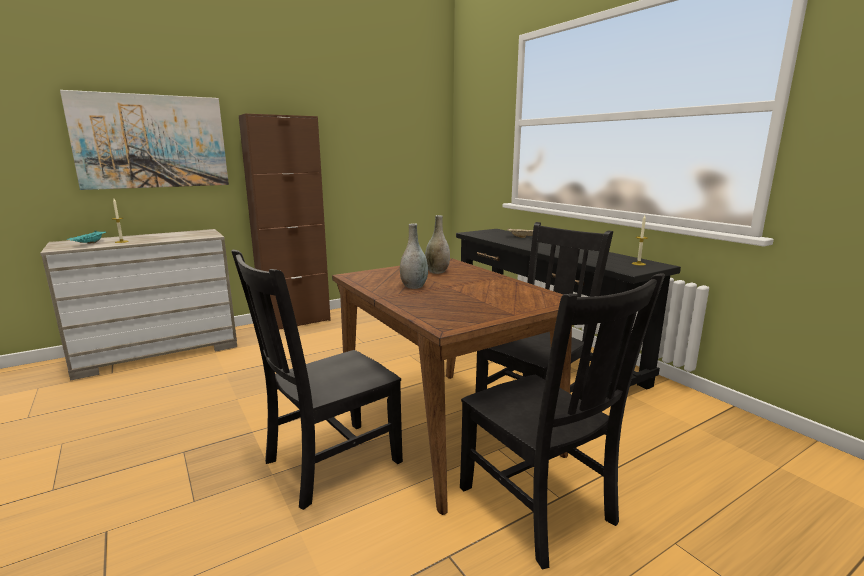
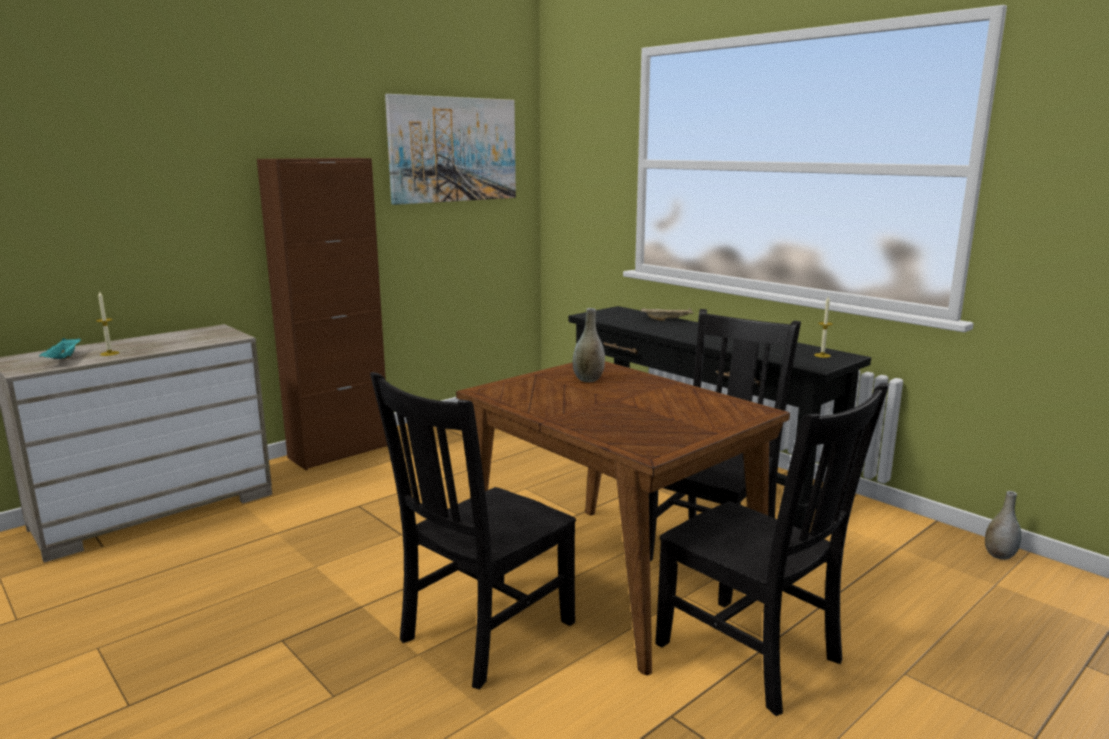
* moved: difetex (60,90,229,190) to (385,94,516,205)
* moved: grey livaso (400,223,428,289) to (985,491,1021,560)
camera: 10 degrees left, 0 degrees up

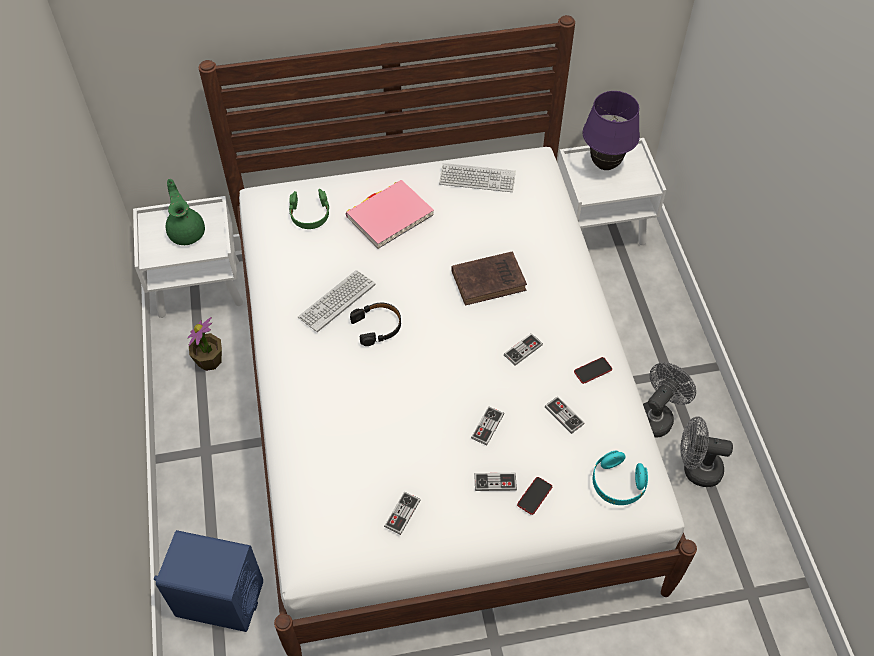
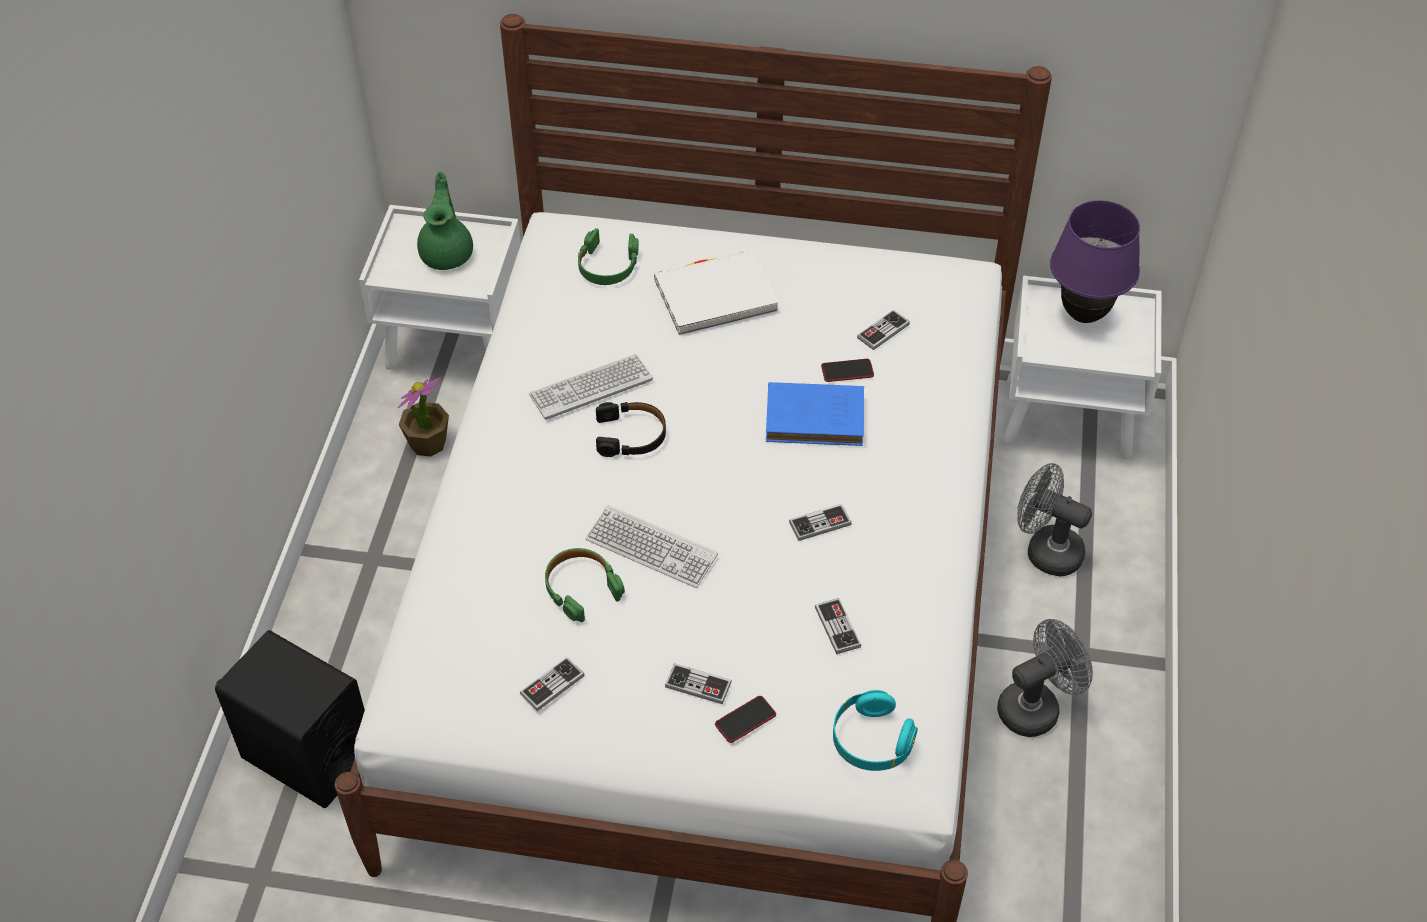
* added: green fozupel (545,548,625,622)
* moved: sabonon (439,163,516,192) to (586,505,718,588)
* moved: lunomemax (471,406,504,445) to (857,310,910,350)
* moved: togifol (574,357,612,384) to (821,359,874,382)
* moved: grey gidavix (680,417,733,487) to (1017,463,1092,576)
* recoloured: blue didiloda (154,530,263,632) to black didiloda (215,630,365,808)
* recoloured: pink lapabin (345,180,434,249) to white lapabin (654,250,778,335)
* recoloured: brown lapabin (452,251,527,306) to blue lapabin (766,382,864,446)
camera: 20 degrees right, 5 degrees down

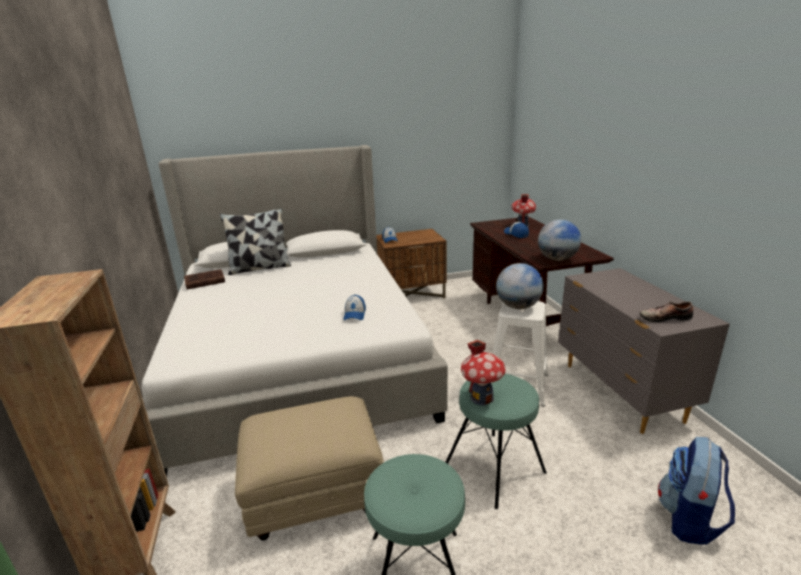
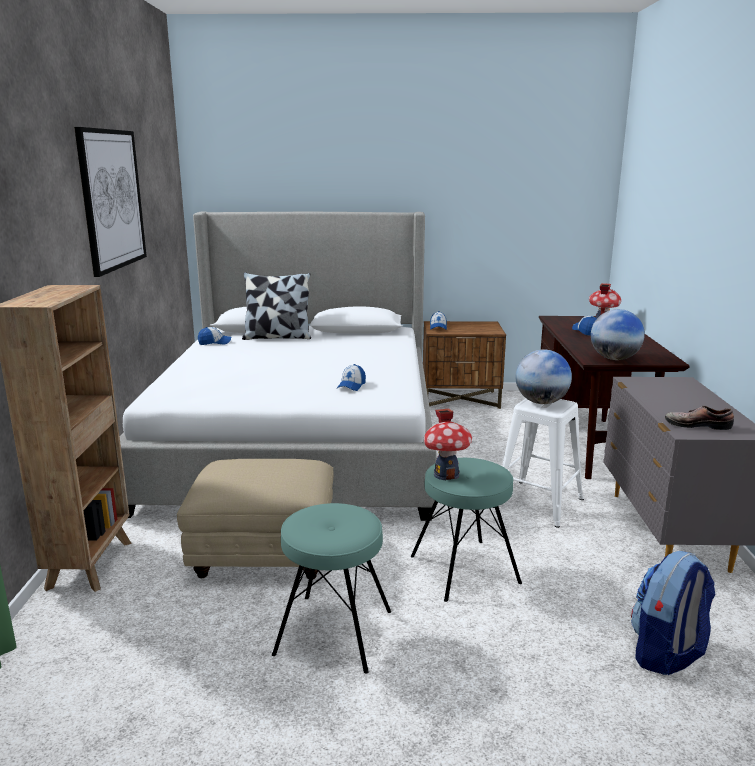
* added: difetex (74,127,147,277)
* replaced: brown lapabin (184,269,225,289) to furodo (198,327,231,345)
camera: 15 degrees right, 5 degrees down

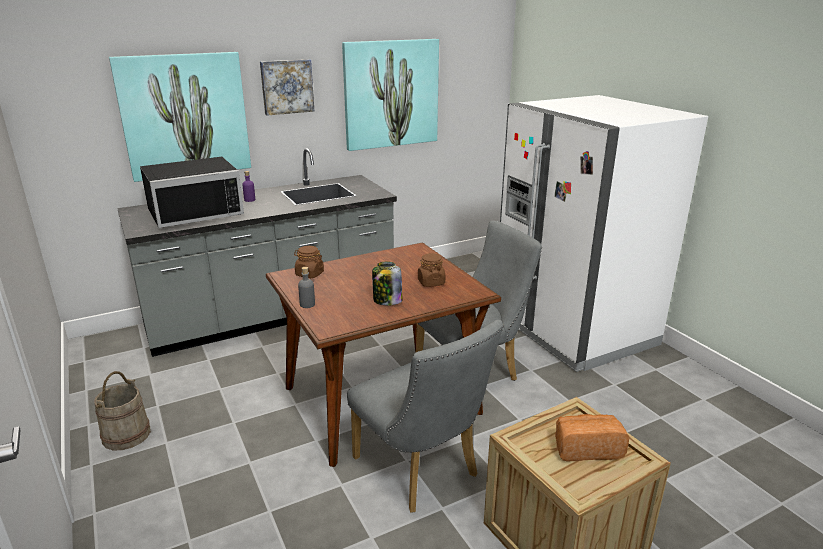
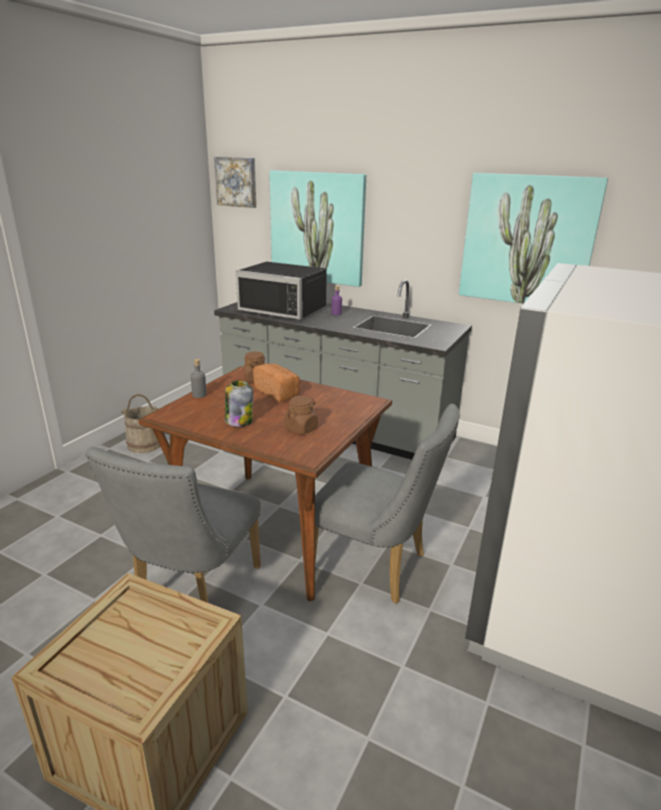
* moved: difetex (260,59,314,116) to (214,157,256,208)
* moved: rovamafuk (555,414,630,461) to (253,364,300,402)
camera: 55 degrees right, 0 degrees up

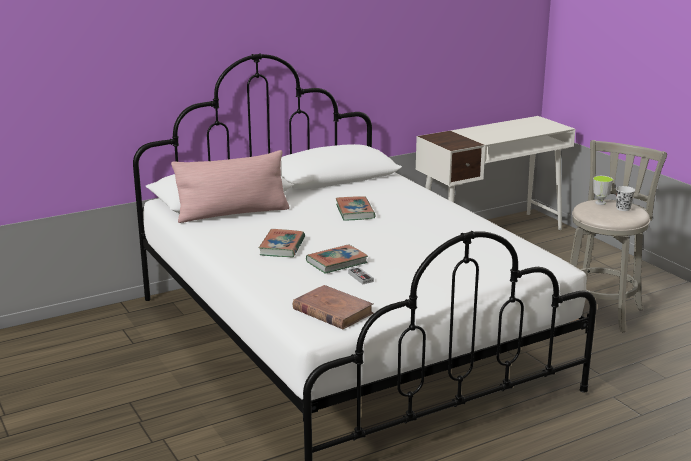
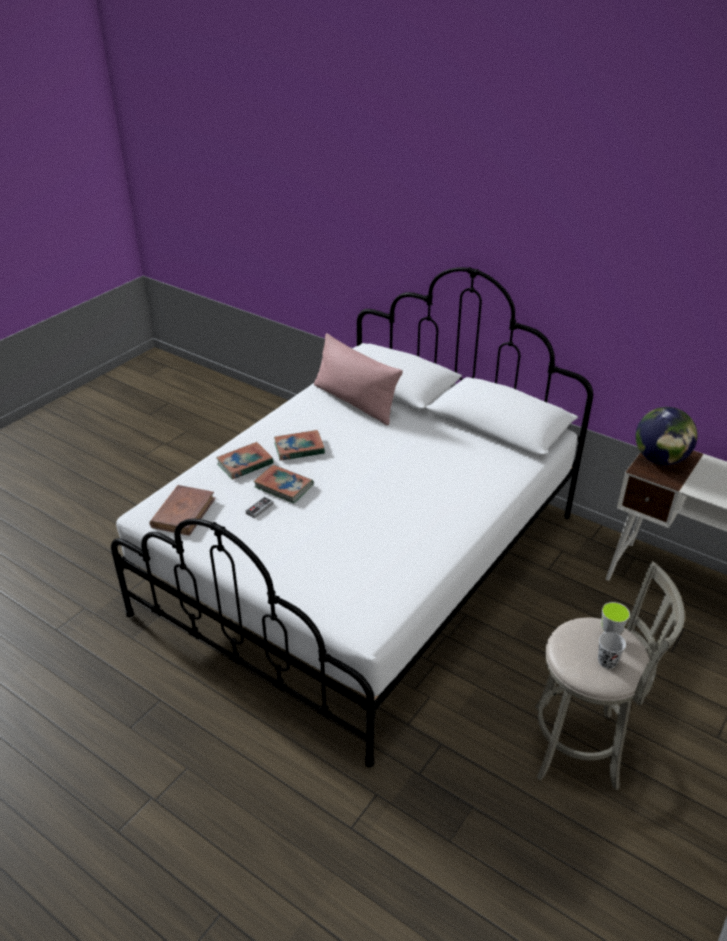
* added: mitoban (635,407,697,465)
* moved: lapabin (336,196,375,221) to (216,442,274,480)
camera: 65 degrees right, 15 degrees up

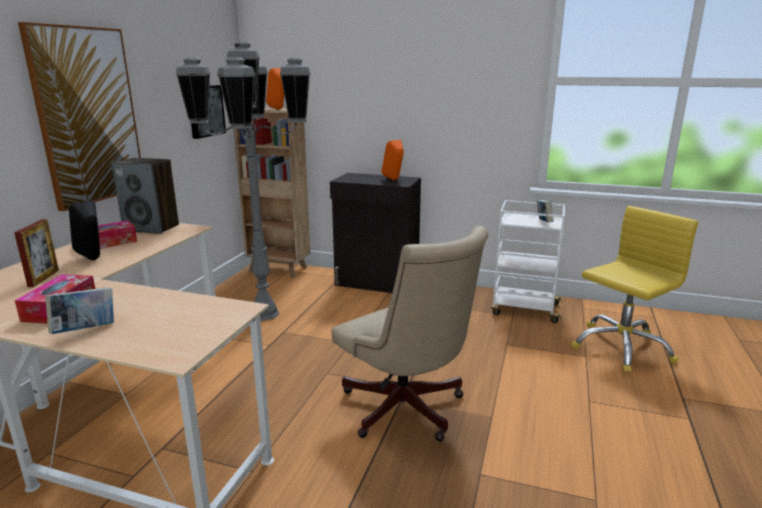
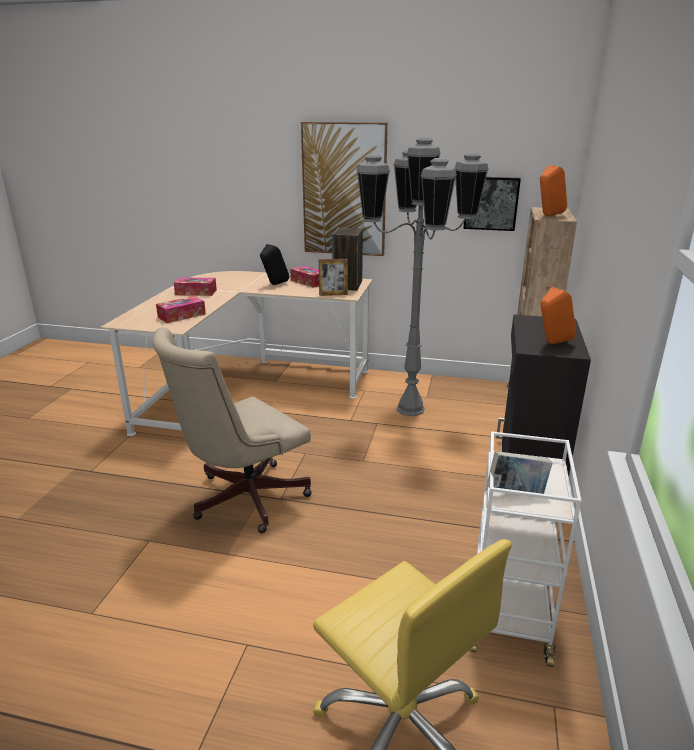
* removed: lapabin (45,287,114,334)
* added: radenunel (156,296,206,323)
* moved: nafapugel (14,219,59,287) to (319,259,348,296)
camera: 85 degrees right, 5 degrees up

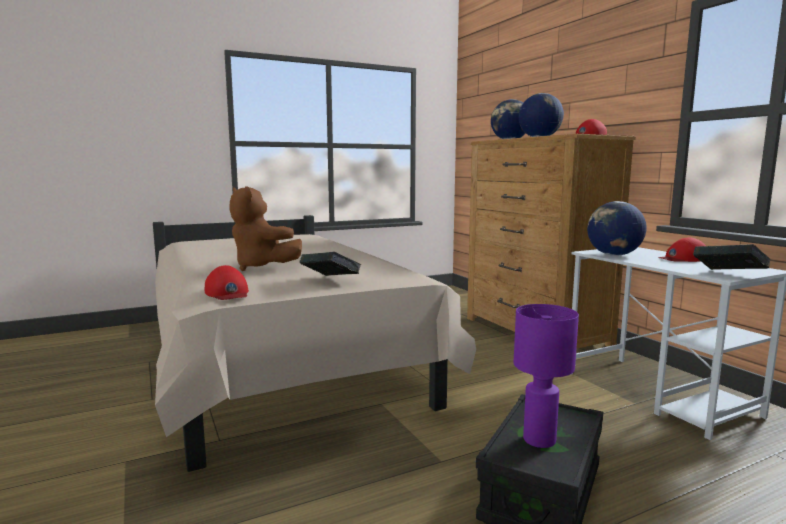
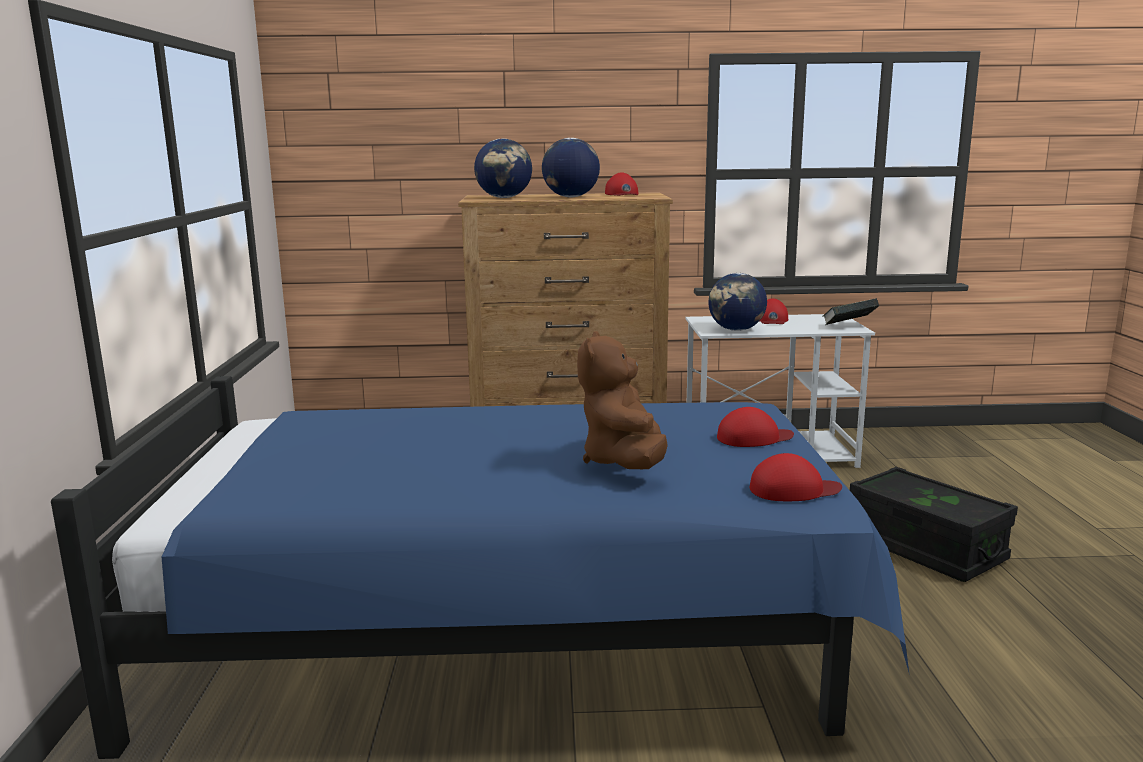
* removed: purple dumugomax (514,304,579,448)
* replaced: lapabin (299,252,361,276) to red furodo (717,407,794,447)
* recoloured: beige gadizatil (153,215,476,472) to blue gadizatil (51,376,909,759)
* turned: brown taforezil (229,186,302,271) = (577,331,668,469) 120 degrees clockwise
camera: 65 degrees left, 5 degrees up

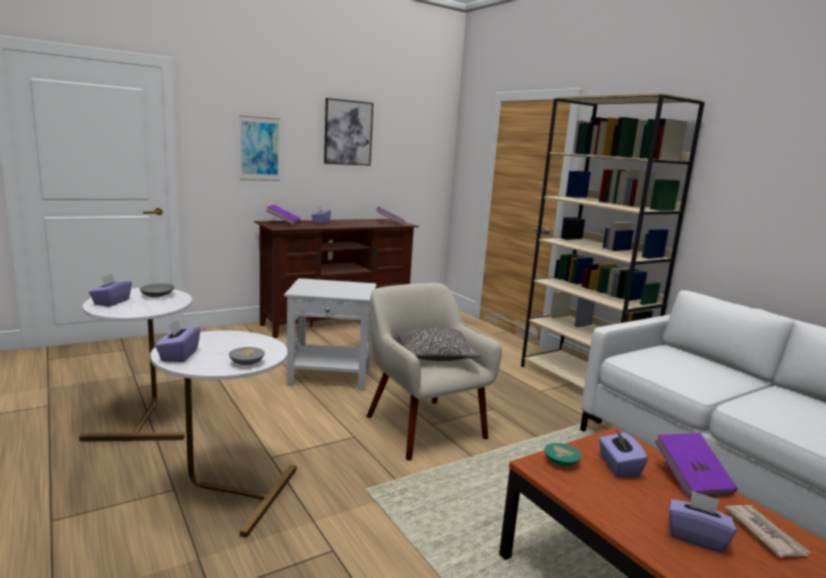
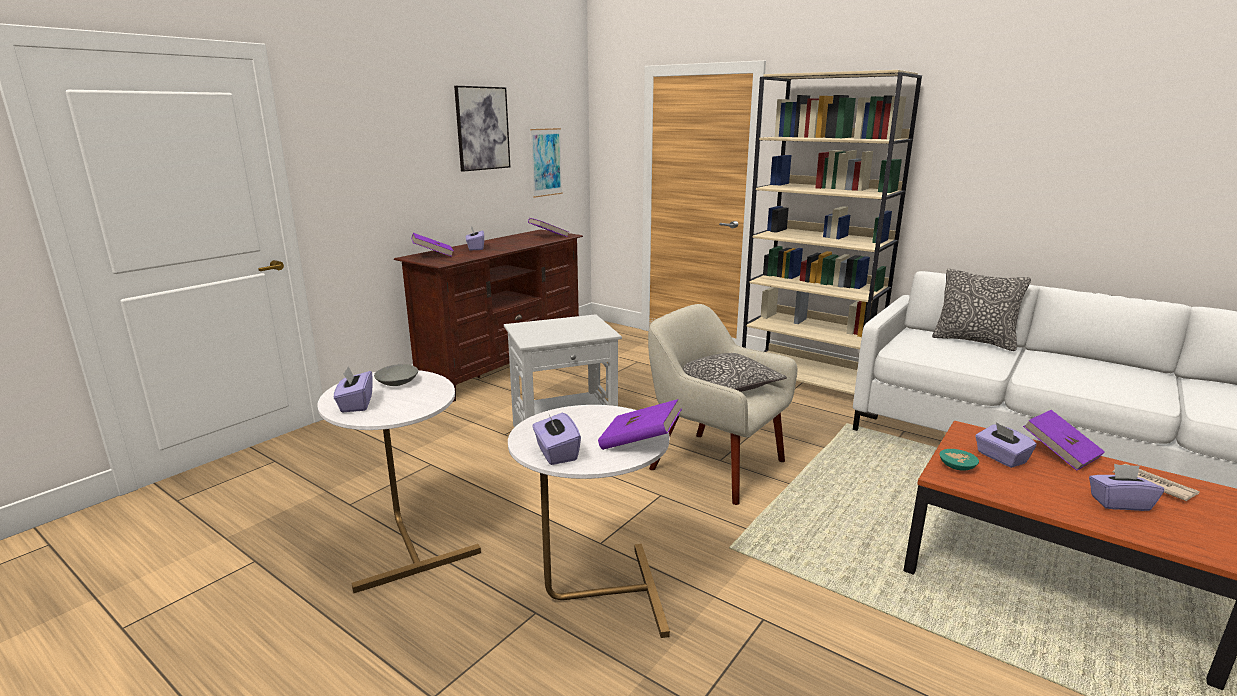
* added: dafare (932,268,1031,351)
* moved: difetex (239,115,280,181) to (530,128,563,198)
* replaced: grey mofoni (229,347,265,365) to purple lapabin (598,399,682,450)
camera: 20 degrees left, 5 degrees up

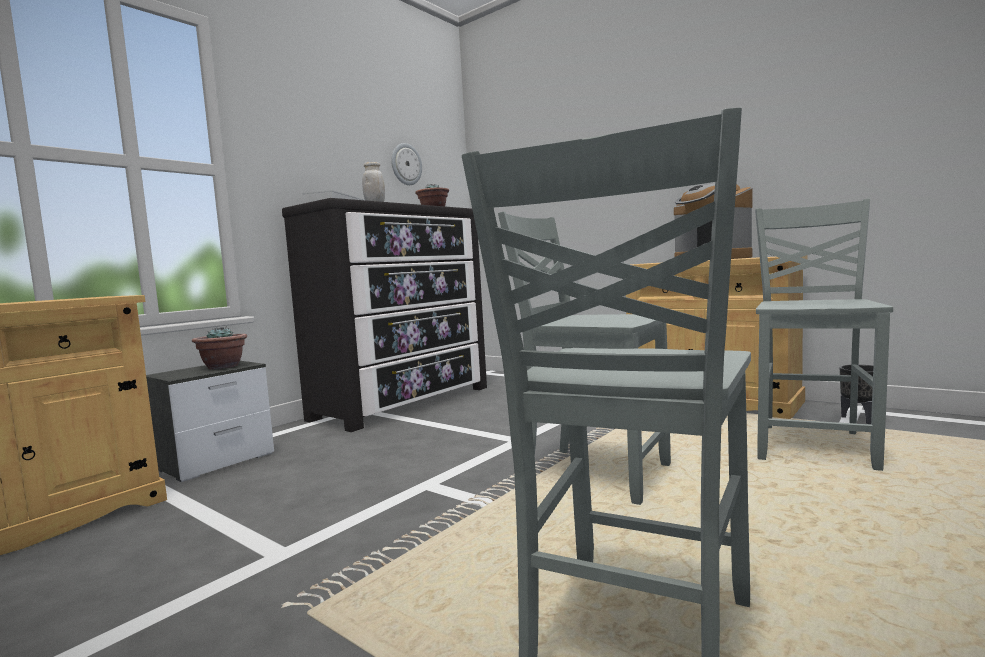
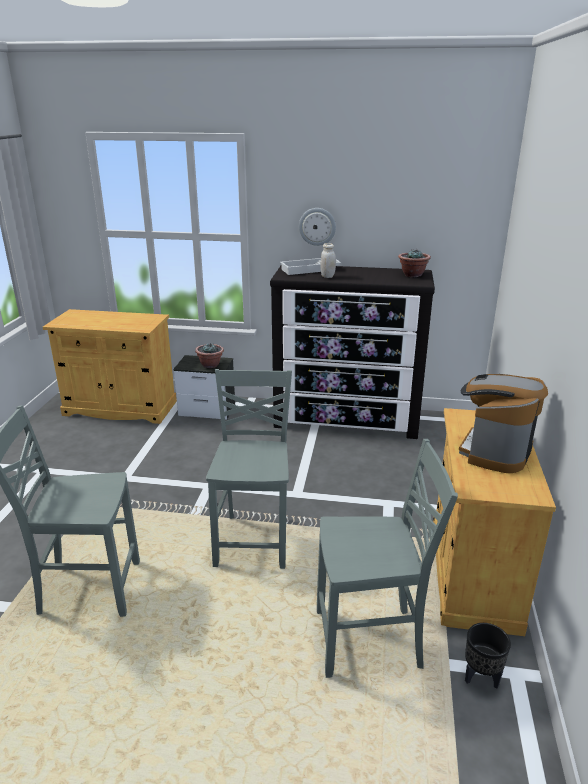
* moved: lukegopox (391,143,422,185) to (299,208,336,246)
camera: 60 degrees right, 20 degrees up

